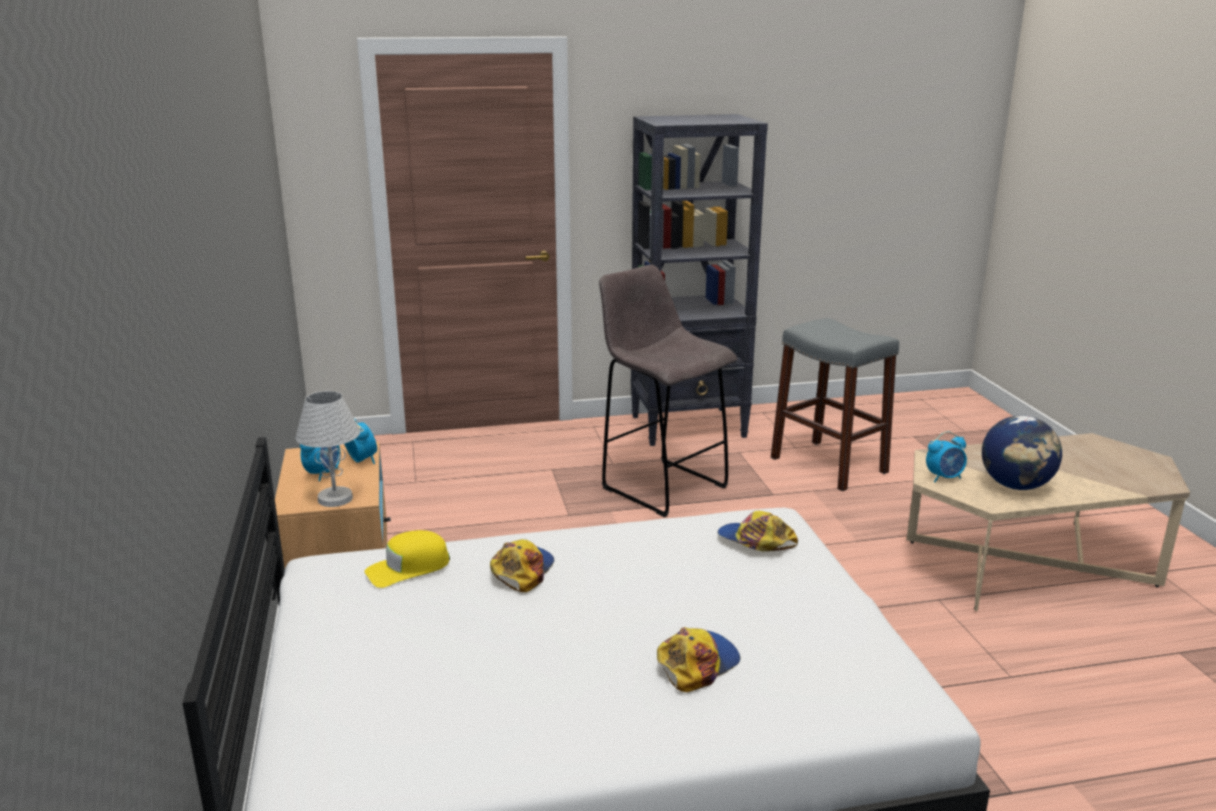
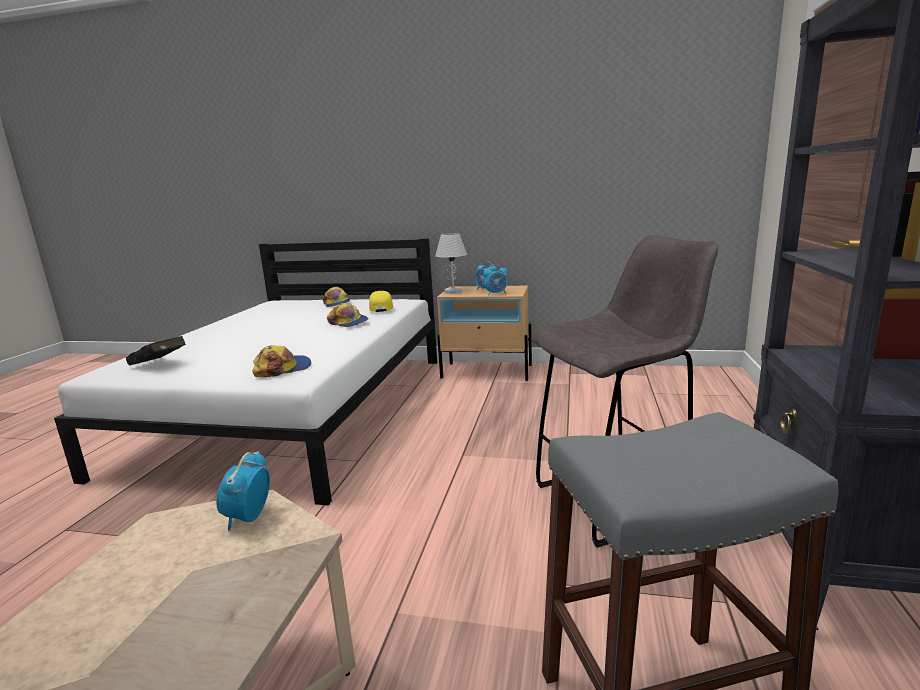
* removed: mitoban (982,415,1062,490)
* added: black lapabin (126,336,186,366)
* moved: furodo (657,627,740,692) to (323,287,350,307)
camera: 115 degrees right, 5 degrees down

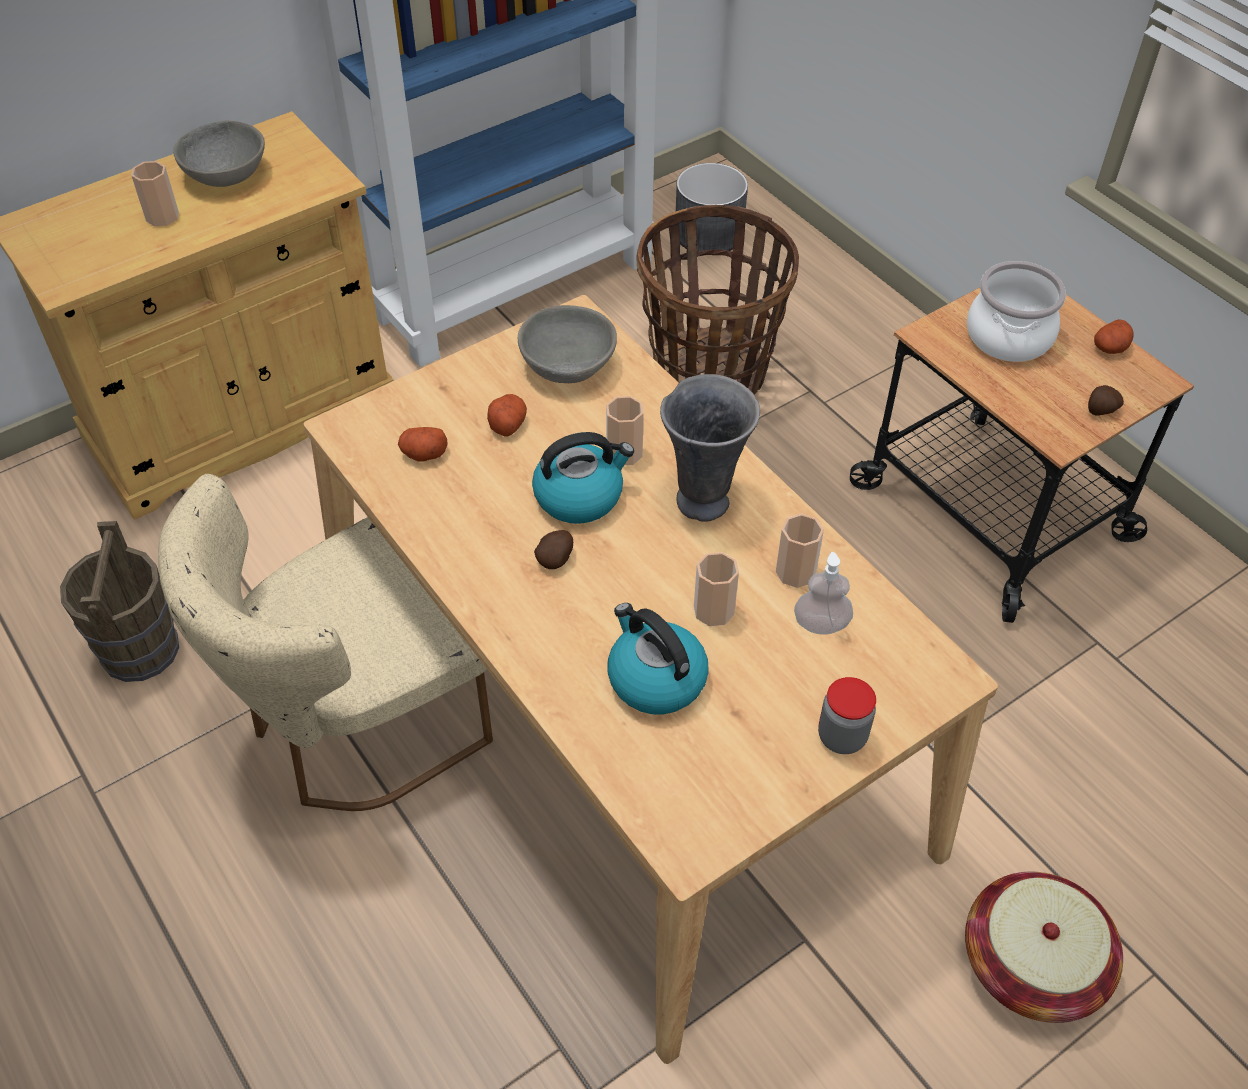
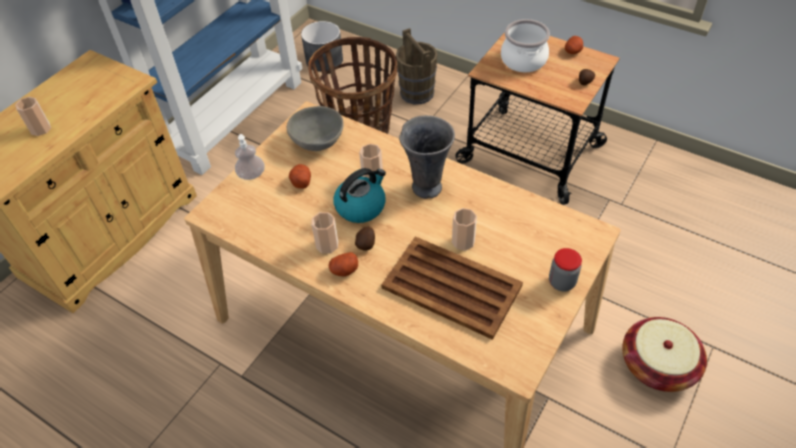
* removed: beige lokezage (158,474,493,811)
* removed: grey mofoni (173,120,265,187)
* moved: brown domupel (60,521,179,682) to (396,28,438,104)
* moved: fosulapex (398,427,447,462) to (329,252,358,276)
* moved: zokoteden (776,514,824,588) to (311,212,338,254)
* moved: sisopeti (794,552,853,635) to (235,134,265,180)
* replaced: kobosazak (608,603,709,714) to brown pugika (381,236,523,340)
camera: 20 degrees left, 0 degrees up

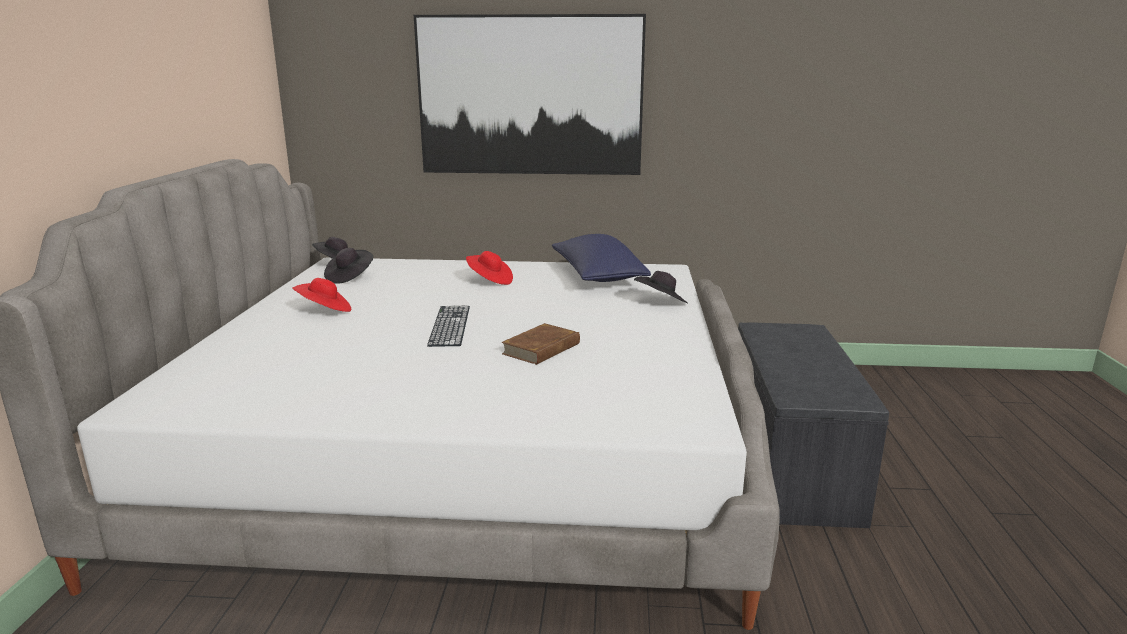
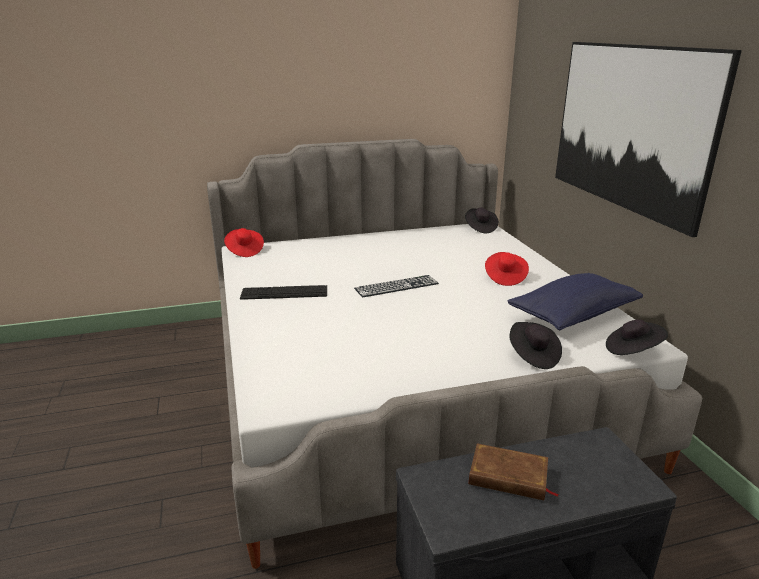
* added: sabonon (240,285,327,300)
* moved: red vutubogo (292,278,351,312) to (224,228,264,257)
* moved: black vutubogo (324,248,373,284) to (606,319,668,355)
* moved: brown lapabin (501,323,580,365) to (469,443,559,500)
camera: 70 degrees right, 5 degrees up

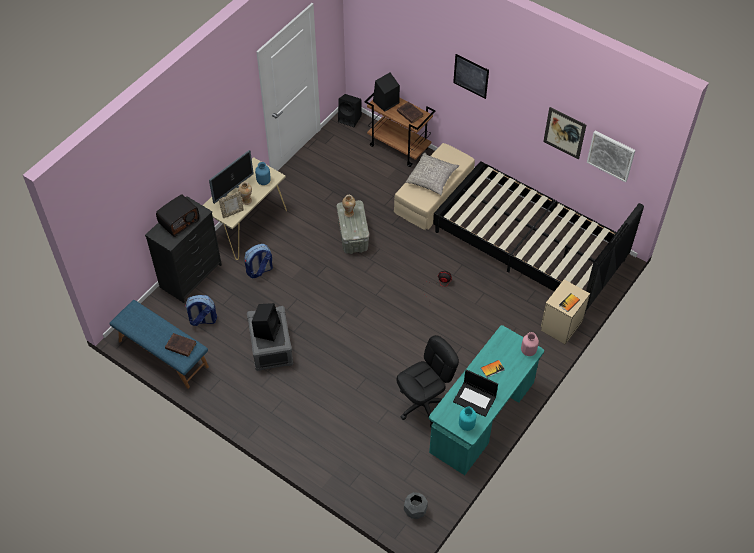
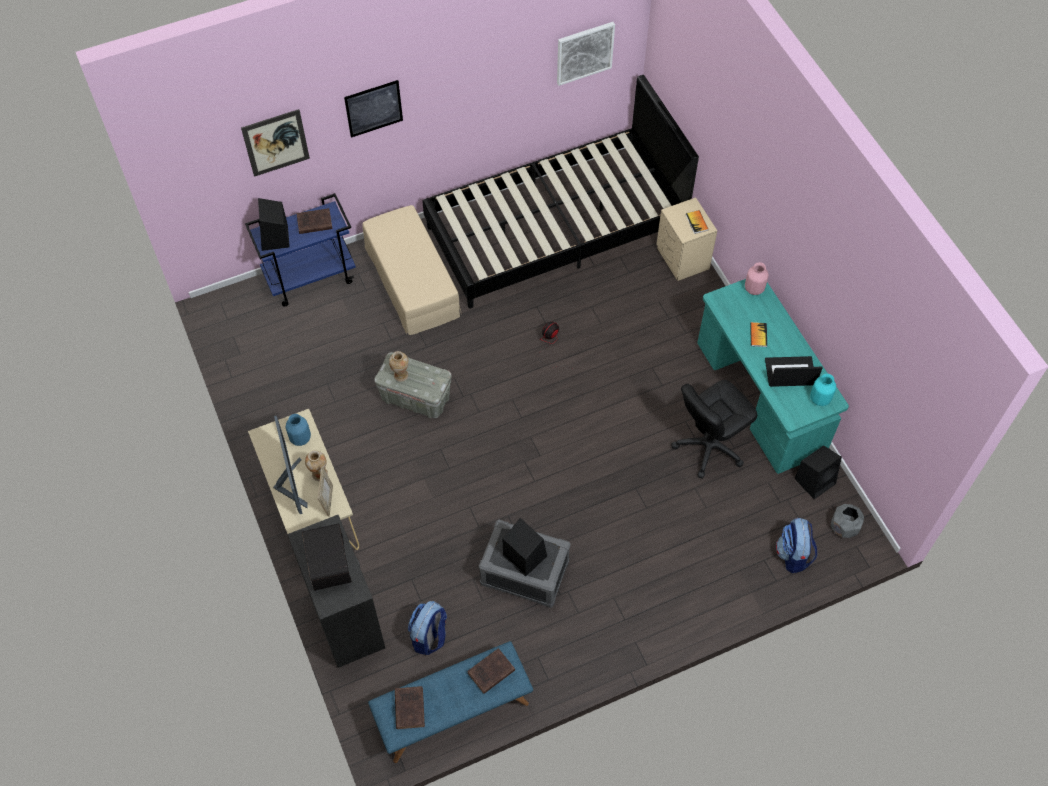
* removed: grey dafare (406,153,459,195)
* added: brown lapabin (395,686,425,729)
* moved: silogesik (244,244,273,278) to (776,518,817,573)
* moved: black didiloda (338,94,362,127) to (795,445,842,499)
* moved: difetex (543,107,586,160) to (241,109,310,177)
* recoloured: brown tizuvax (365,93,436,167) to blue tizuvax (245,193,356,307)
* turned: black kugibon (397,335,459,427) = (671,380,757,479) 120 degrees counterclockwise
* turned: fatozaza (453,369,498,417) = (765,356,822,387) 150 degrees counterclockwise
camera: 60 degrees left, 5 degrees up

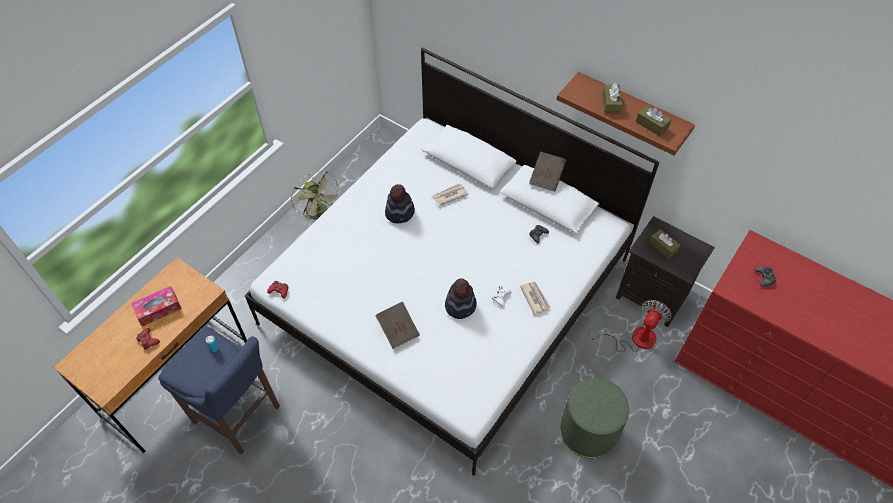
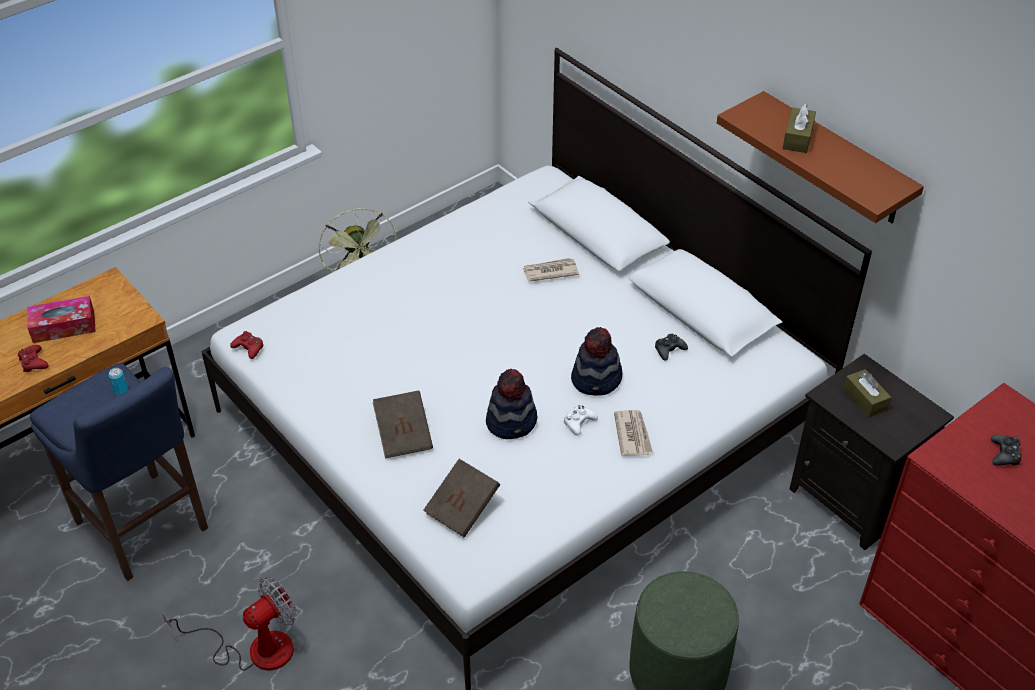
* removed: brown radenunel (636,105,671,136)
* moved: vutubogo (385,184,415,223) to (571,327,622,396)
* moved: brown lapabin (529,151,567,192) to (423,459,500,538)
* moved: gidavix (589,300,671,352) to (163,577,297,671)
camera: 15 degrees right, 10 degrees down

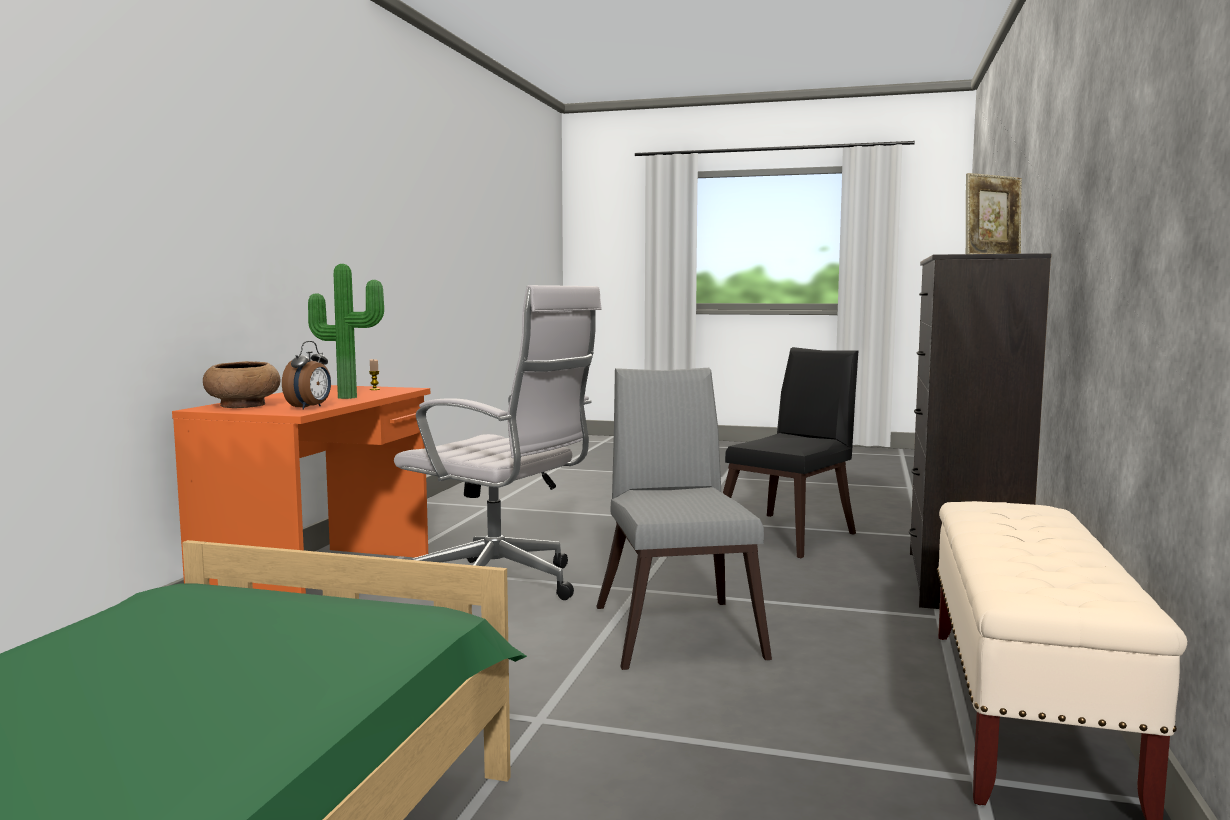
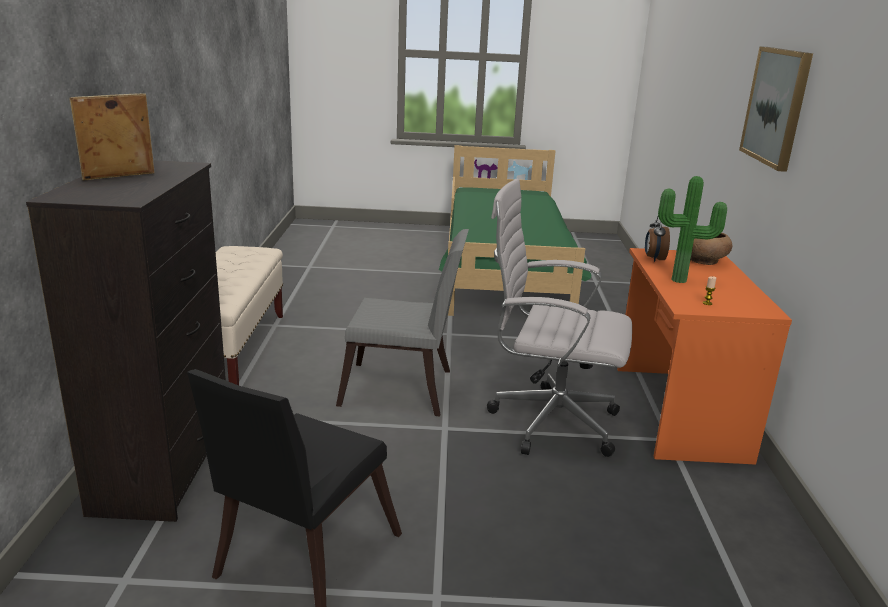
* added: difetex (739,46,813,172)
* turned: grey lokezage (596,368,772,670) = (336,229,469,417) 60 degrees counterclockwise
camera: 165 degrees right, 15 degrees up

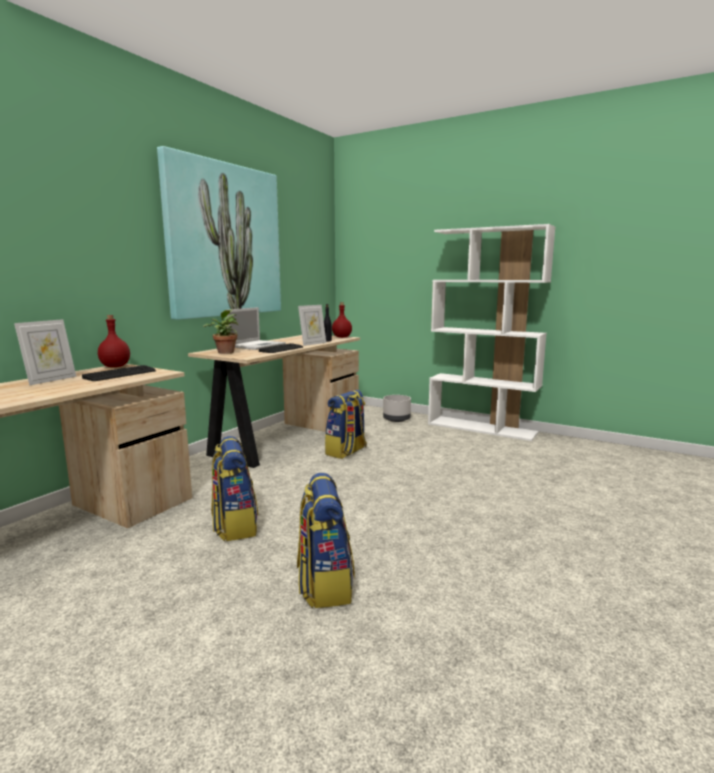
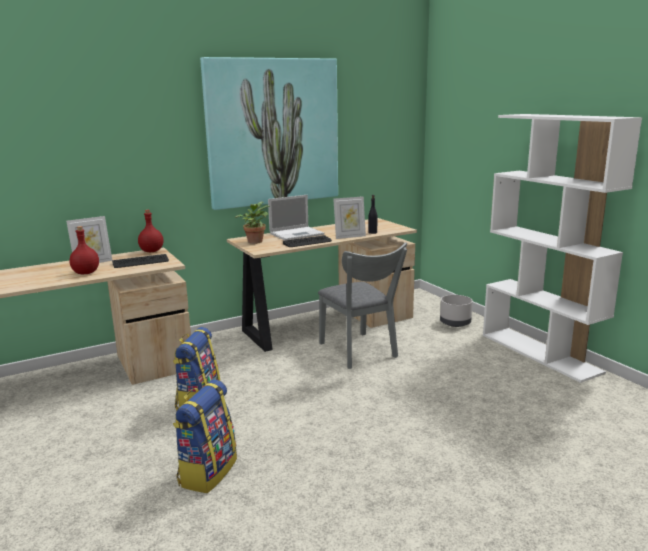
* moved: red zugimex (332,302,352,338) to (69,226,99,274)
* replaced: silogesik (325,390,367,459) to grey lokezage (318,242,407,369)
camera: 30 degrees right, 5 degrees up

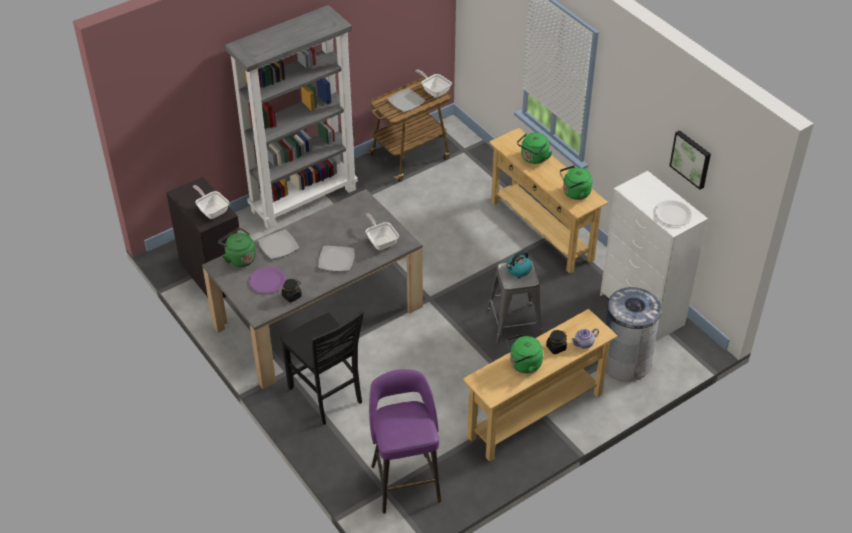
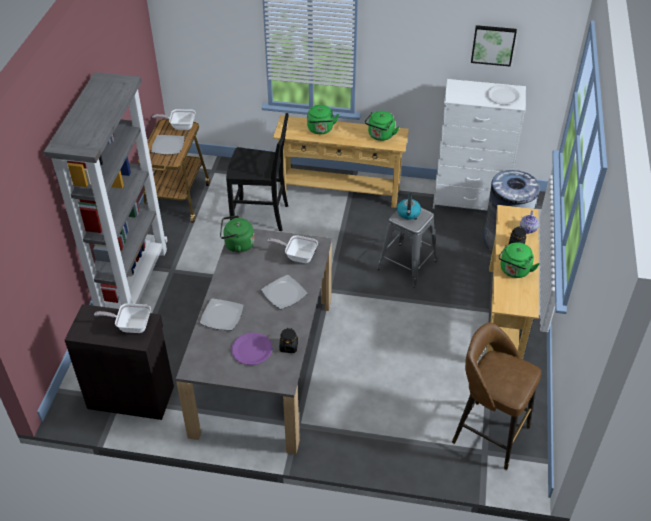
* moved: green kobosazak (218,228,256,267) to (220,215,255,253)
* moved: black lokezage (281,311,364,425) to (226,113,289,231)
* recoloured: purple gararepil (369,369,441,514) to brown gararepil (452,322,541,470)
camera: 45 degrees left, 0 degrees up

